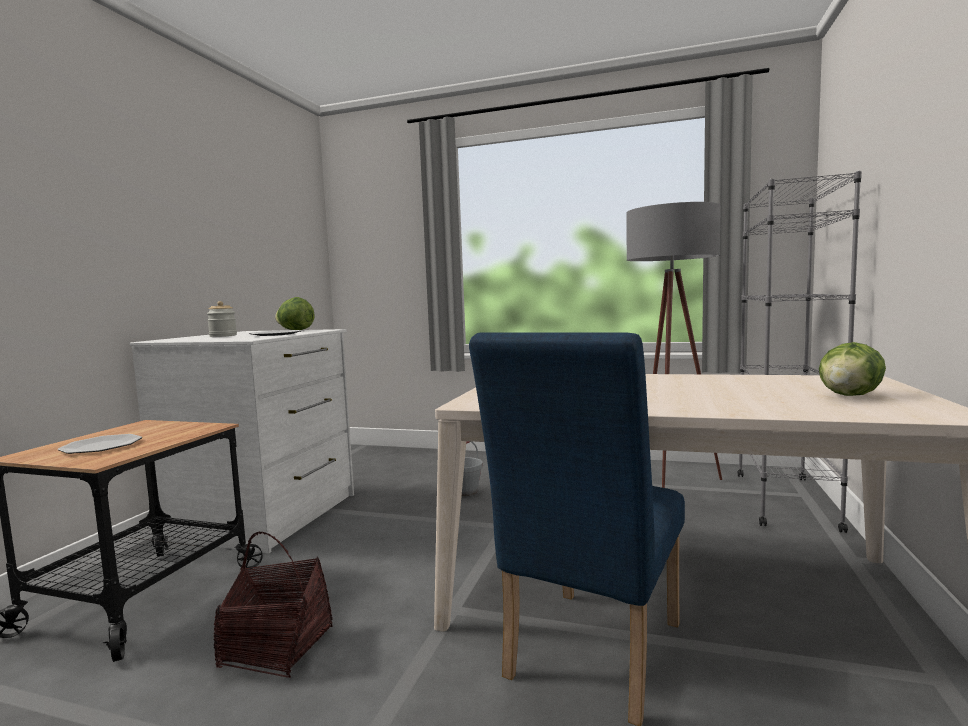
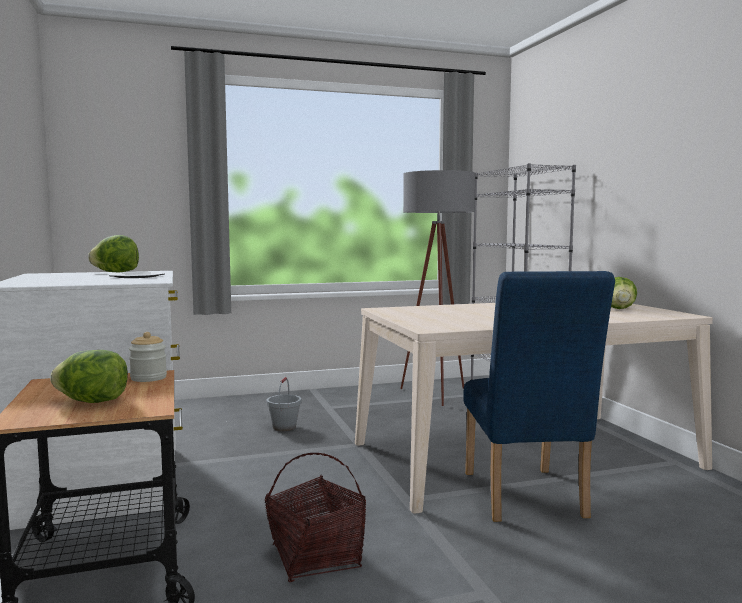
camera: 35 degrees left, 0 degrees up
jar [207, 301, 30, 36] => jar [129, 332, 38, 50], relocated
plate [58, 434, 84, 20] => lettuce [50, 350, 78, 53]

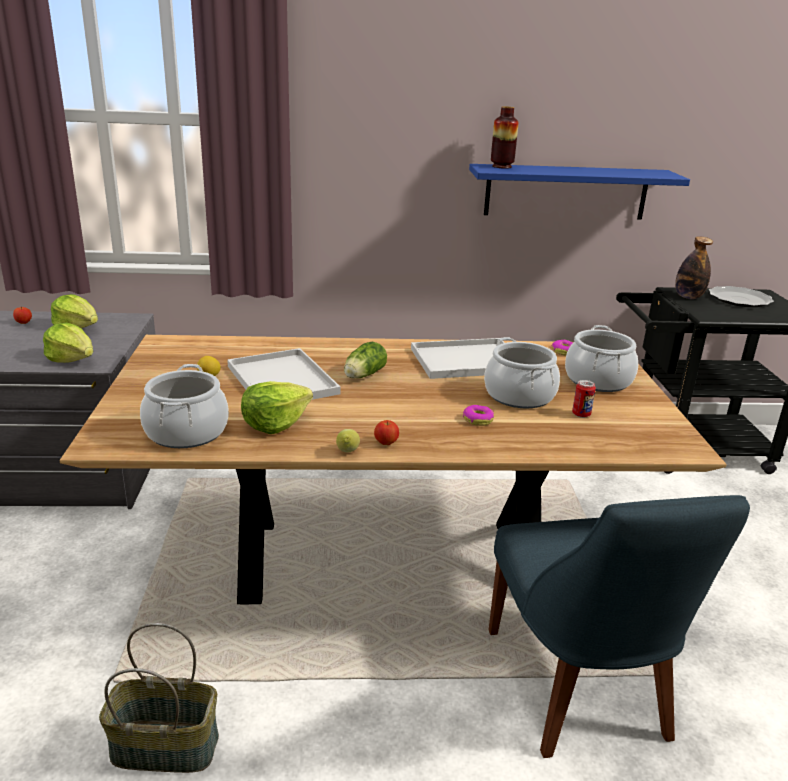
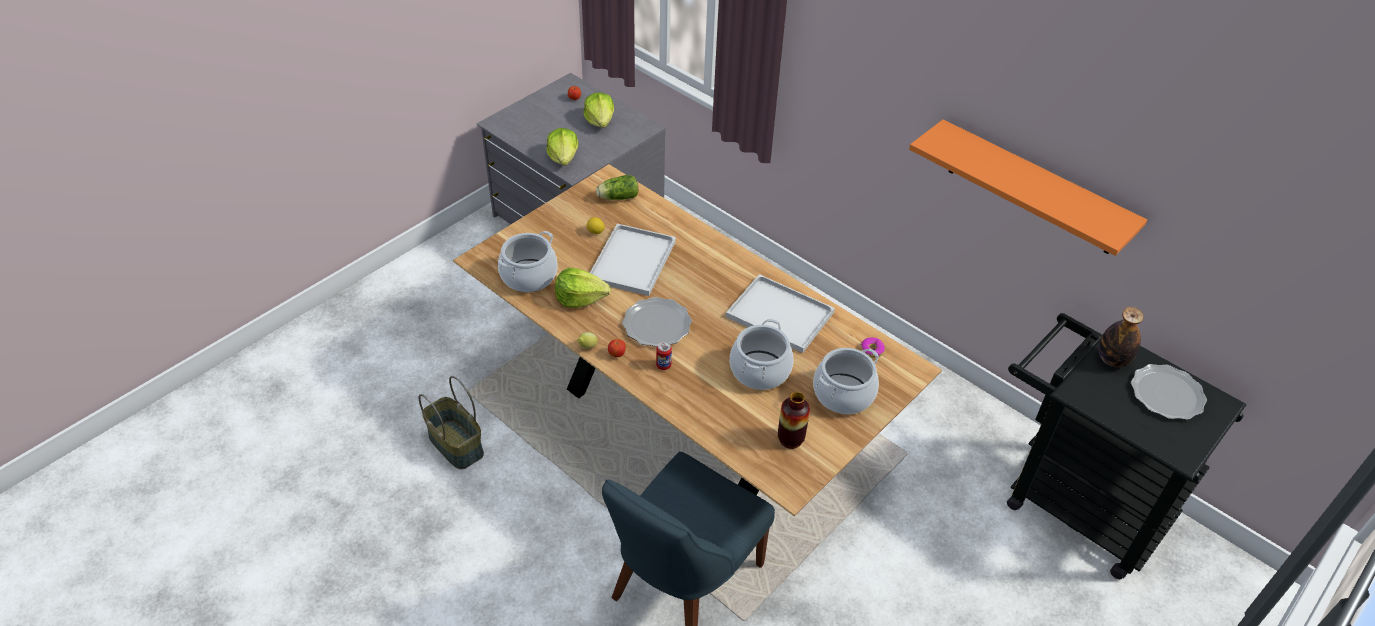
camera: 45 degrees right, 20 degrees up
donut [463, 405, 31, 21] => nothing
nothing => plate [622, 297, 70, 50]
lettuce [344, 342, 43, 36] => lettuce [596, 175, 42, 25], relocated
vase [491, 106, 28, 63] => vase [778, 392, 32, 57], relocated
can [572, 380, 24, 38] => can [656, 342, 16, 28], relocated
shelf (blue) [469, 164, 221, 56] => shelf (orange) [909, 119, 238, 137]

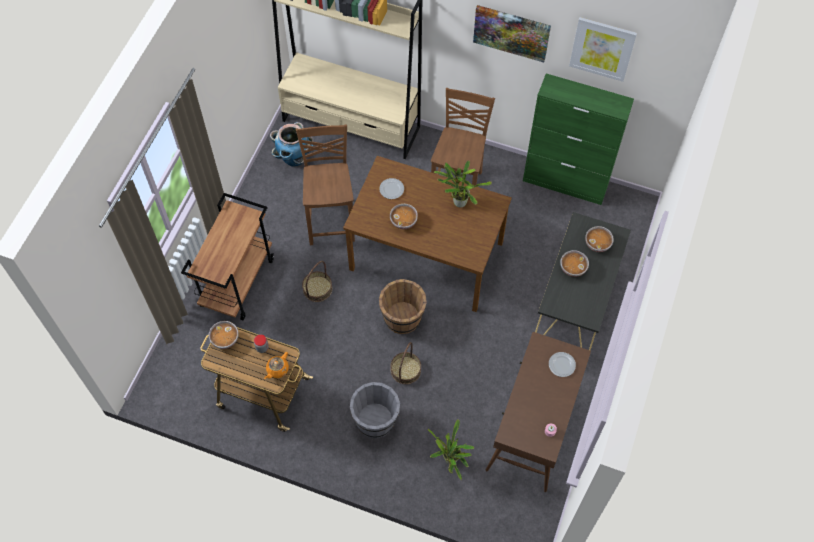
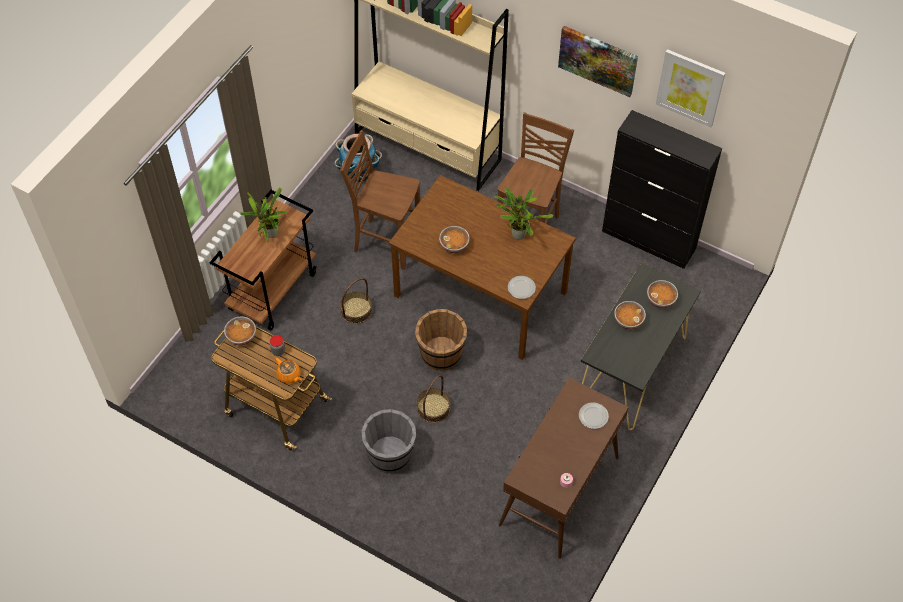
camera: 10 degrees right, 5 degrees down
plate [379, 178, 25, 21] => plate [508, 276, 28, 23], relocated
potted plant [427, 419, 47, 62] => potted plant [240, 188, 48, 54], relocated
cabinet (green) [523, 73, 111, 132] => cabinet (black) [602, 110, 120, 159]
teapot (orange) [264, 352, 25, 27] => teapot (orange) [275, 358, 27, 25], 90 degrees counterclockwise
chair (brown) [296, 124, 59, 121] => chair (brown) [340, 130, 80, 140], 75 degrees counterclockwise

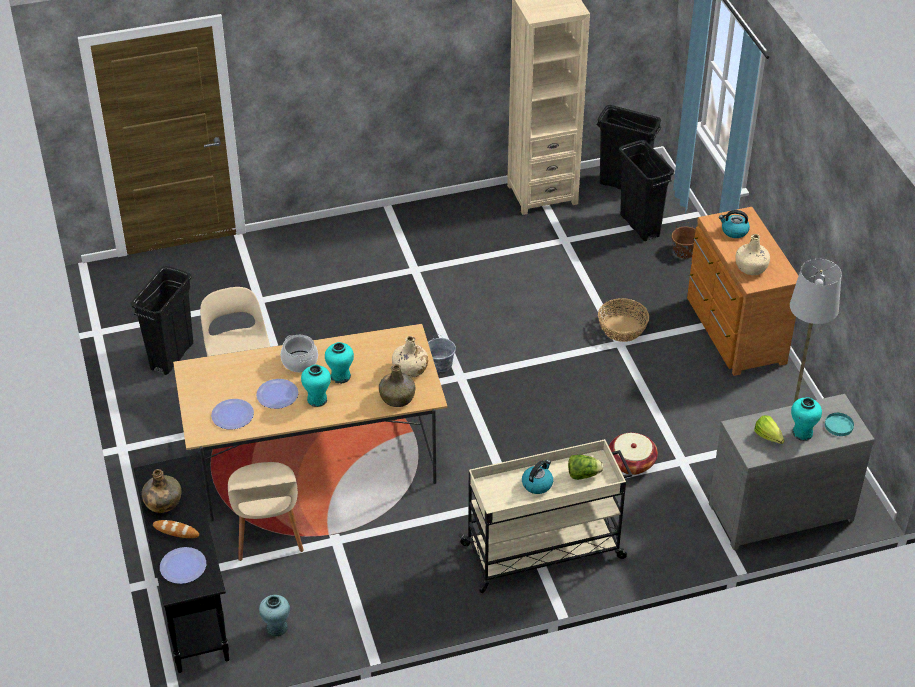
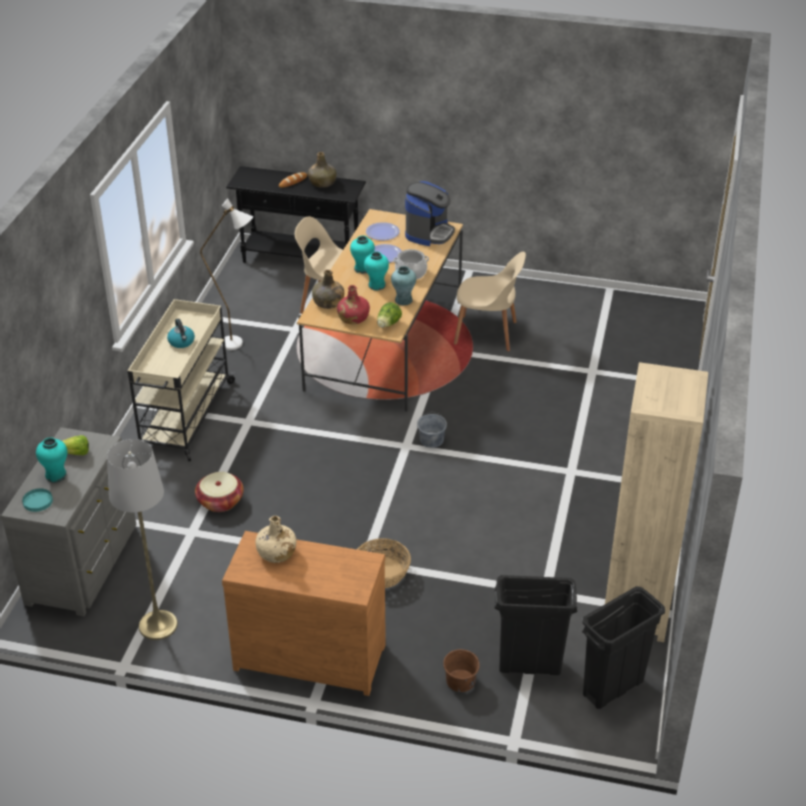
camera: 120 degrees right, 5 degrees down
trash can (black) [130, 266, 63, 109] => nothing
plate [160, 547, 46, 37] => nothing
kettle [719, 210, 31, 28] => nothing
nothing => floor lamp (white) [200, 198, 53, 152]
nothing => coffee machine [405, 181, 50, 65]
vase (turquoise) [259, 595, 31, 41] => vase (turquoise) [391, 266, 25, 40], relocated
lettuce [568, 455, 35, 25] => lettuce [377, 302, 25, 26], relocated
bottle (beige) [392, 336, 36, 42] => bottle (red) [337, 285, 33, 39]

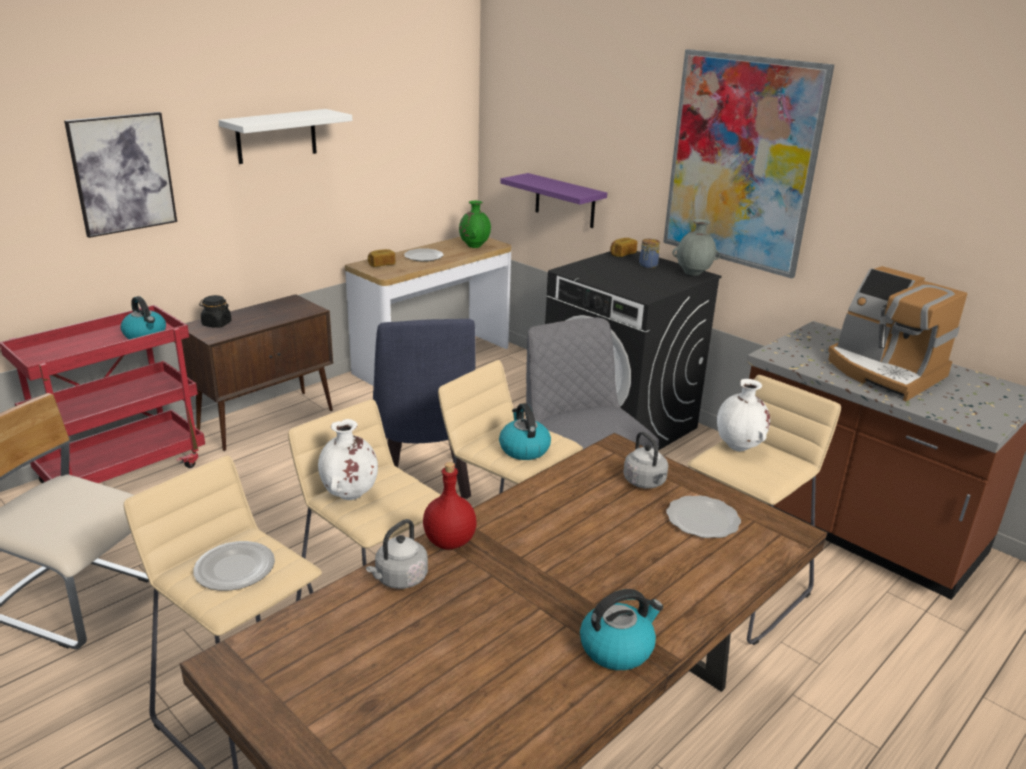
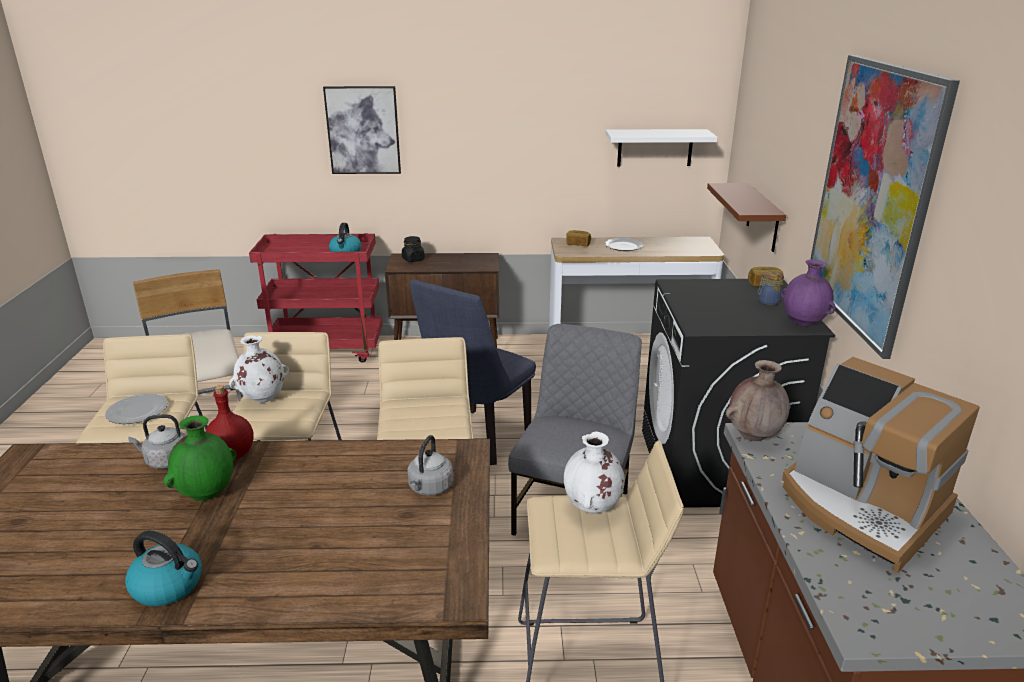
camera: 45 degrees right, 0 degrees up
kettle [499, 403, 52, 57] => nothing
plate [666, 495, 75, 43] => nothing
nothing => vase (brown) [725, 360, 66, 81]
shelf (white) [218, 109, 134, 55] => shelf (white) [606, 129, 112, 37], relocated
vase (green) [459, 201, 32, 47] => vase (green) [163, 415, 74, 86], relocated
shelf (purple) [500, 173, 107, 55] => shelf (brown) [707, 183, 79, 69]
vase (grey) [672, 219, 48, 57] => vase (purple) [781, 260, 55, 67]
coffee machine [828, 266, 139, 135] => coffee machine [782, 357, 198, 216], 45 degrees counterclockwise

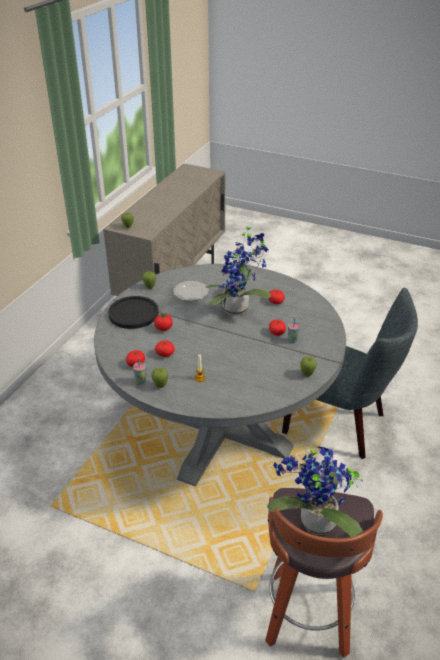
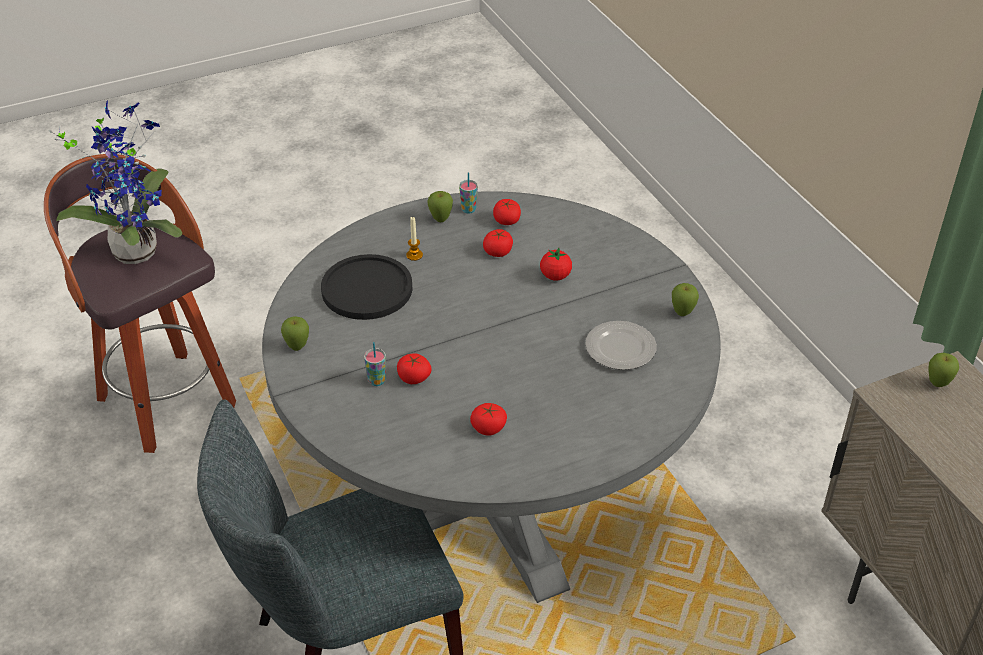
camera: 130 degrees right, 5 degrees up
potted plant [206, 223, 65, 93] => nothing
plate (black) [108, 296, 51, 33] => plate (black) [321, 254, 92, 66], relocated

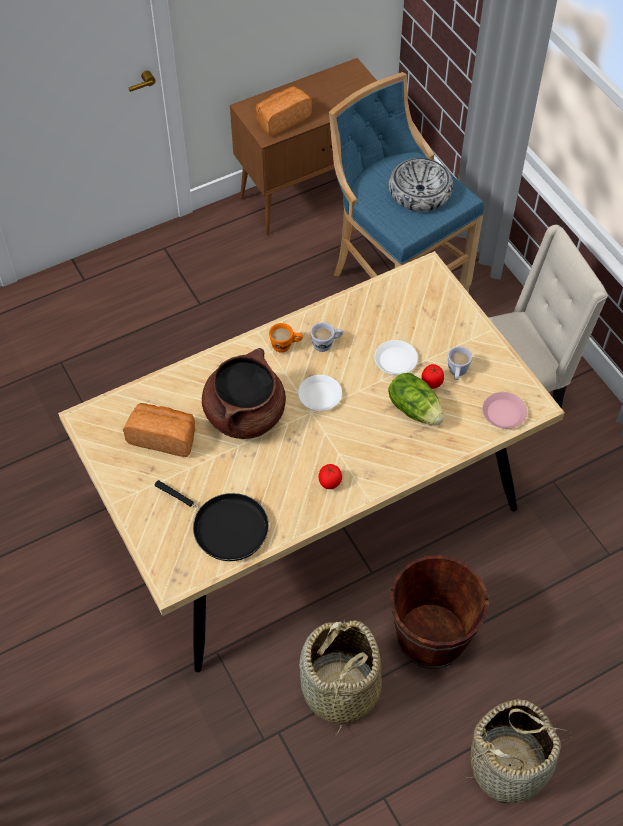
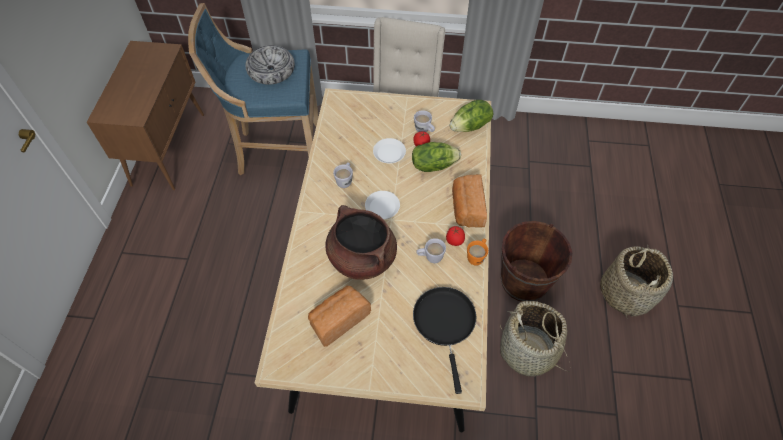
camera: 55 degrees left, 0 degrees up
nothing => mug (white) [416, 238, 30, 25]
bread [256, 86, 56, 51] => bread [452, 174, 35, 54], relocated
mug (orange) [269, 323, 34, 30] => mug (orange) [467, 239, 21, 27], relocated
plate (pink) [482, 392, 45, 37] => lettuce [450, 100, 43, 32]
frying pan (black) [154, 480, 115, 81] => frying pan (black) [413, 287, 63, 107], 75 degrees counterclockwise

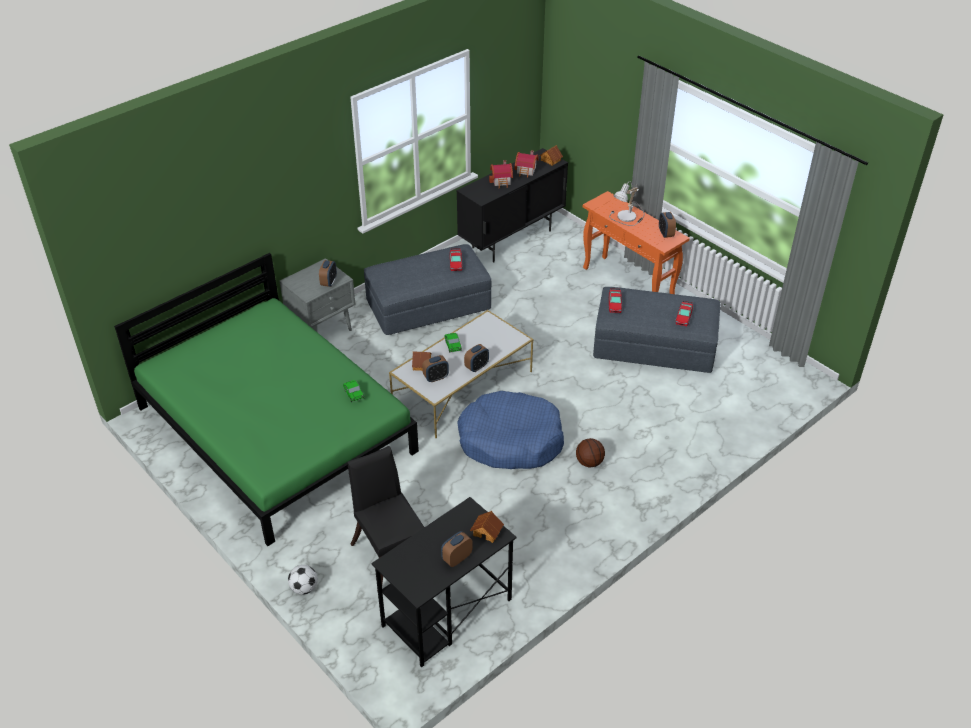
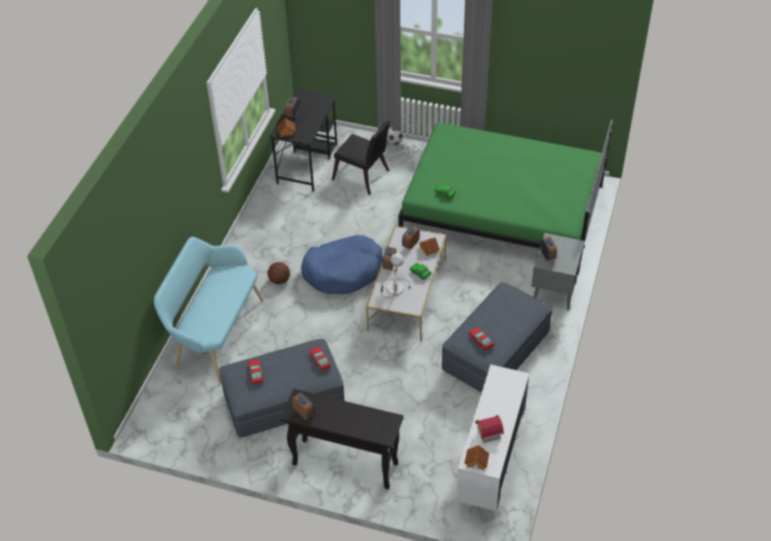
camera: 150 degrees right, 5 degrees up
toy house [489, 160, 24, 28] => nothing
nothing => bench (turquoise) [154, 237, 109, 146]
table lamp [609, 182, 36, 44] => table lamp [381, 253, 30, 45], relocated
cabinet (black) [456, 148, 112, 114] => cabinet (white) [456, 364, 74, 147]
console table (orange) [583, 191, 107, 103] => console table (black) [280, 389, 124, 100]

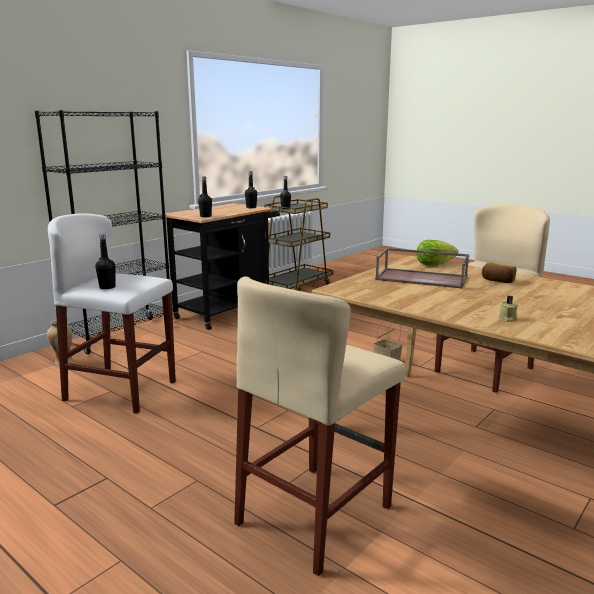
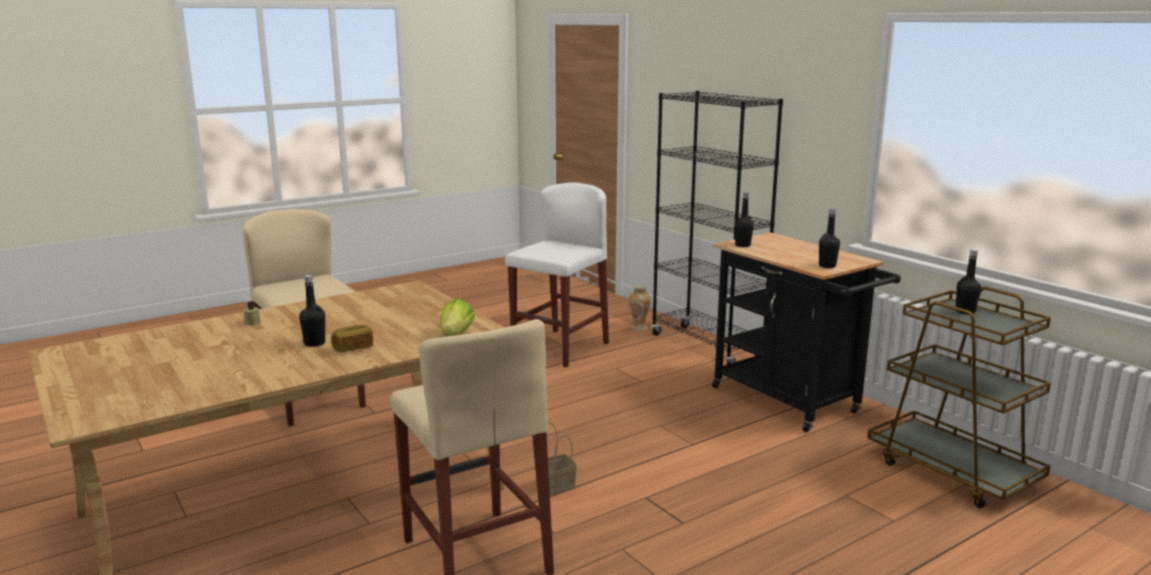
camera: 105 degrees right, 0 degrees up
tray (brown) [375, 248, 94, 41] => nothing
bottle (black) [96, 234, 20, 55] => bottle (black) [299, 275, 26, 72], relocated

